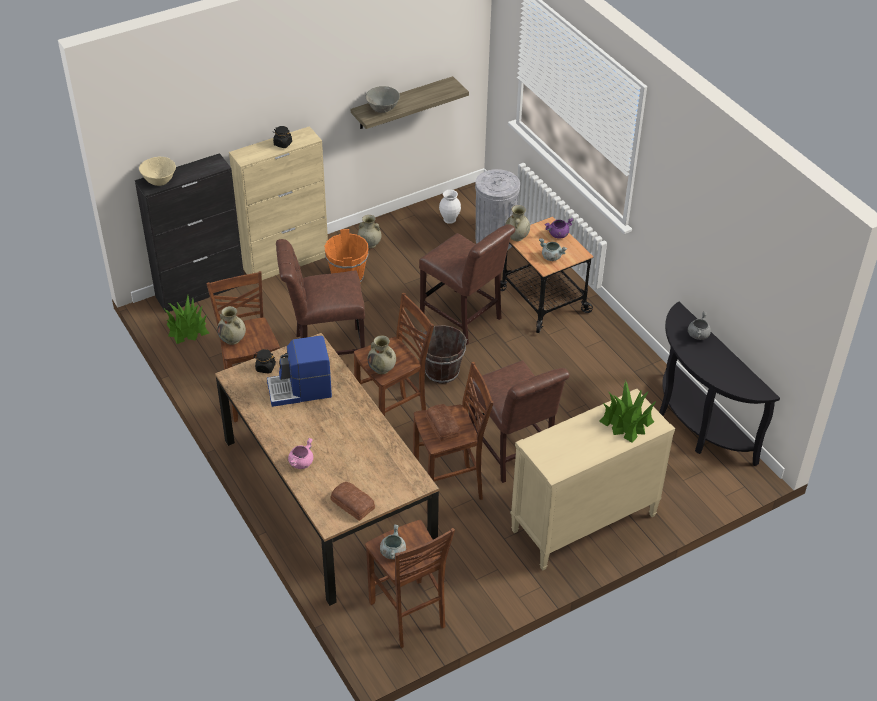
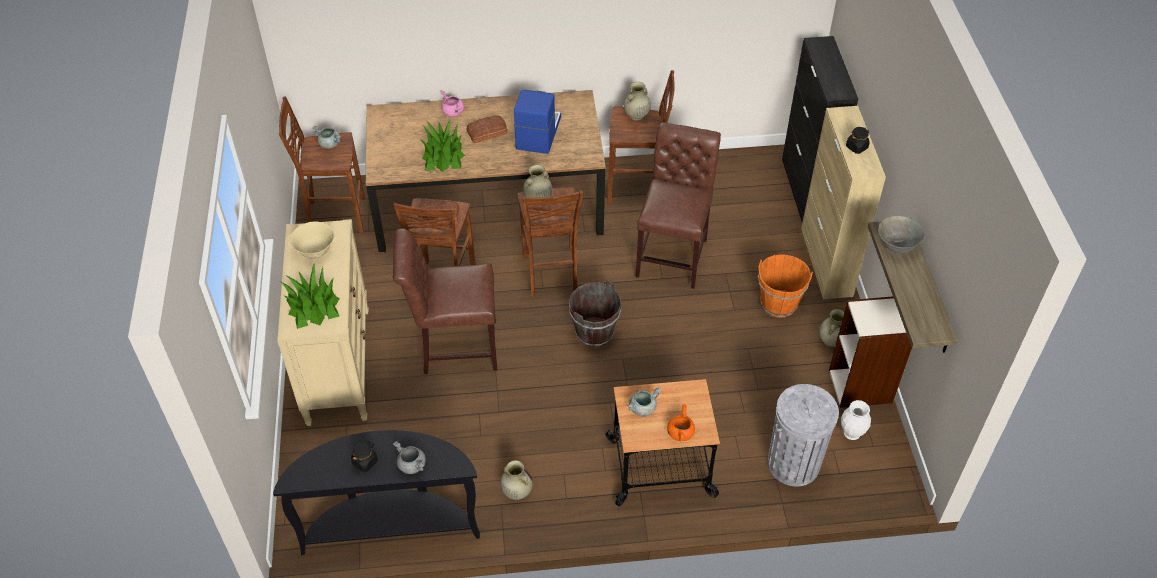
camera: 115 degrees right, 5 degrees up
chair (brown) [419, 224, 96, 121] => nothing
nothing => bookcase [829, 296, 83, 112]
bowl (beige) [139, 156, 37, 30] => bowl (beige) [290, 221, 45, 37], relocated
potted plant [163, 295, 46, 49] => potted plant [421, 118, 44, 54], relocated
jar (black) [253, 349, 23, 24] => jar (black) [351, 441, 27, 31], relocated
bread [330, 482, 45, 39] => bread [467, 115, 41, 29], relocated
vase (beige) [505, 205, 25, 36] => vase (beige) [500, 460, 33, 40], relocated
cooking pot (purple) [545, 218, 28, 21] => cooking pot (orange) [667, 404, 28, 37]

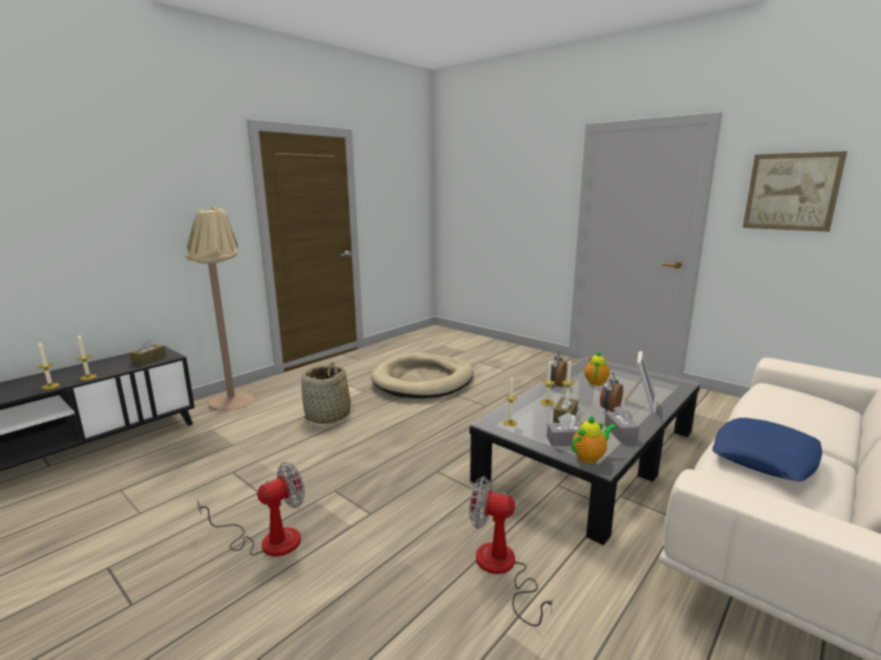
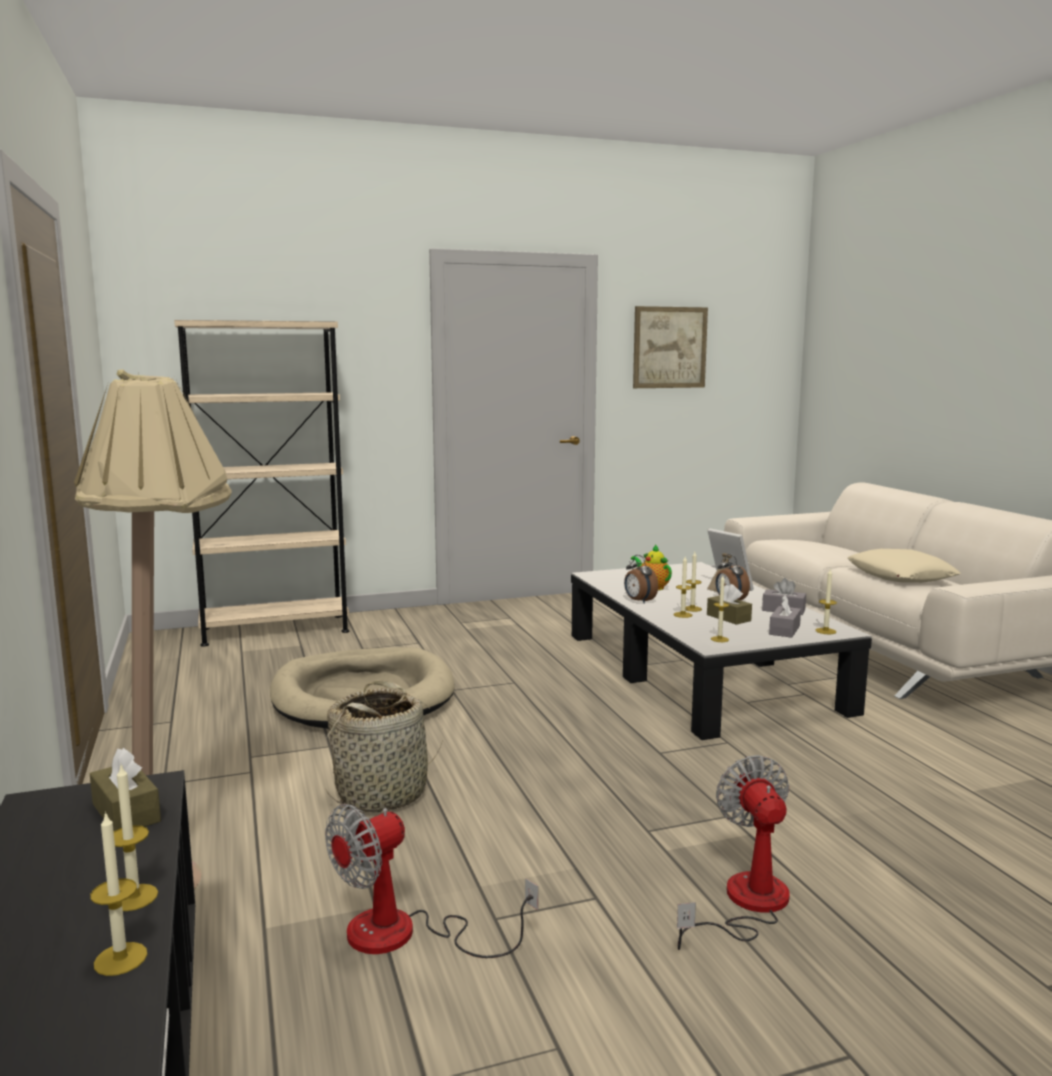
camera: 60 degrees left, 5 degrees down
nothing => bookcase (beige) [174, 320, 175, 327]
fan [469, 477, 84, 150] => fan [325, 804, 213, 154], relocated
teapot [571, 415, 45, 49] => candle [815, 569, 22, 65]
pillow (blue) [712, 418, 110, 64] => pillow (beige) [847, 549, 114, 34]

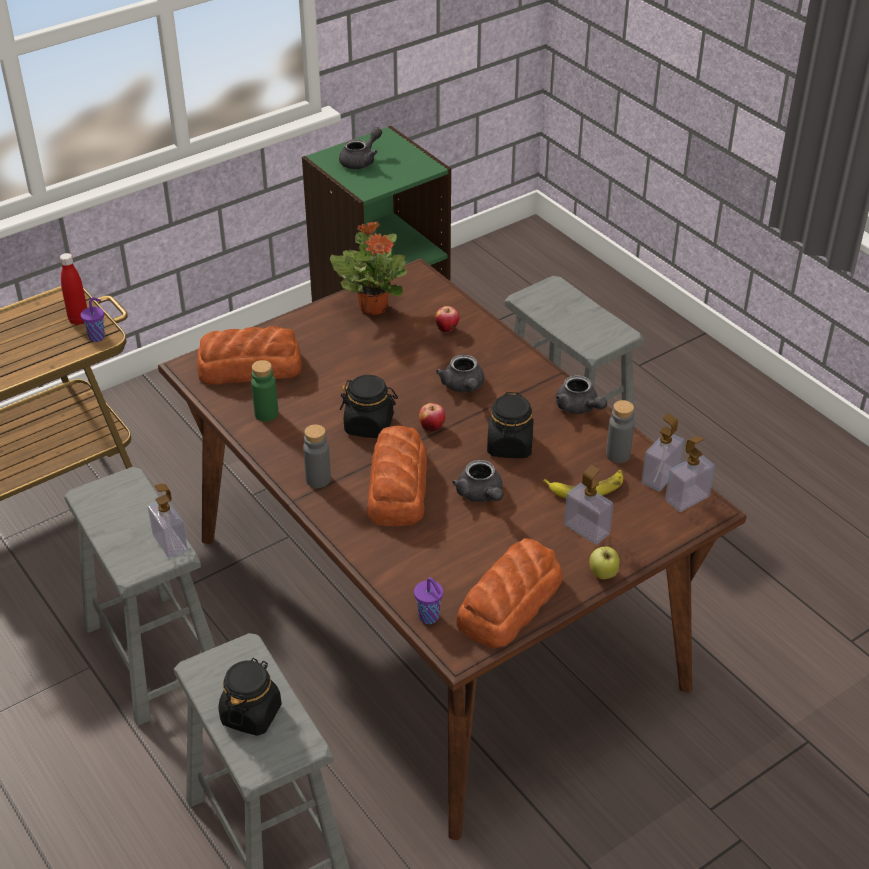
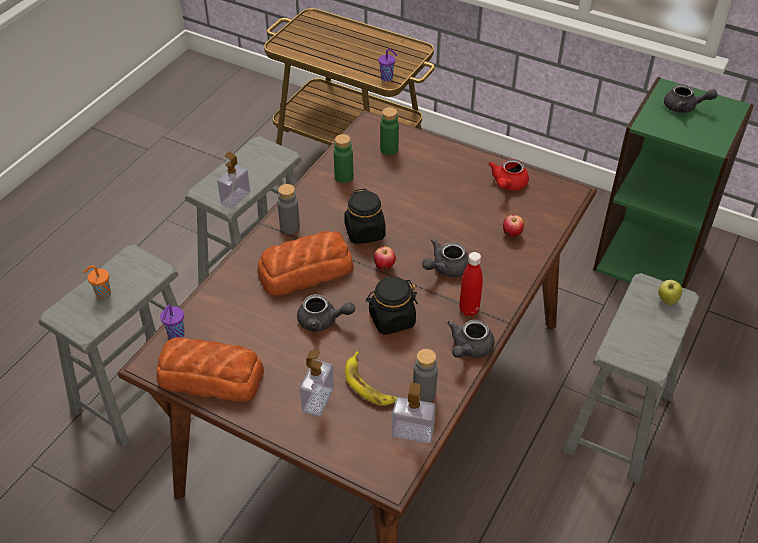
camera: 65 degrees right, 5 degrees up
soap dispenser [665, 436, 50, 76] => nothing
bottle (red) [60, 253, 27, 72] => bottle (red) [459, 252, 24, 64], relocated
apple [589, 547, 31, 32] => apple [658, 280, 24, 25], relocated
bread [197, 326, 105, 58] => bottle (green) [380, 107, 19, 48]
jar (black) [218, 658, 64, 78] => cup (orange) [84, 265, 27, 35]
potted plant [330, 221, 77, 94] => teapot (red) [488, 159, 41, 32]
teapot (grey) [452, 460, 52, 42] => teapot (grey) [297, 294, 58, 38], 120 degrees counterclockwise

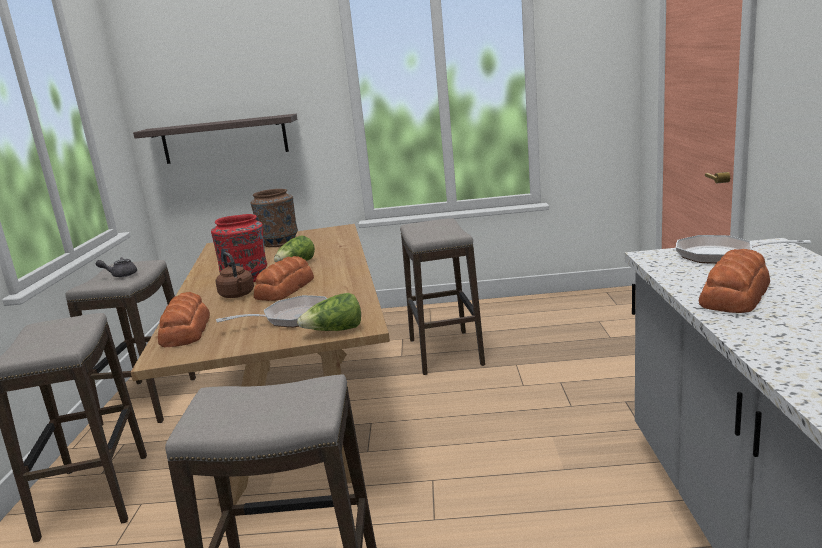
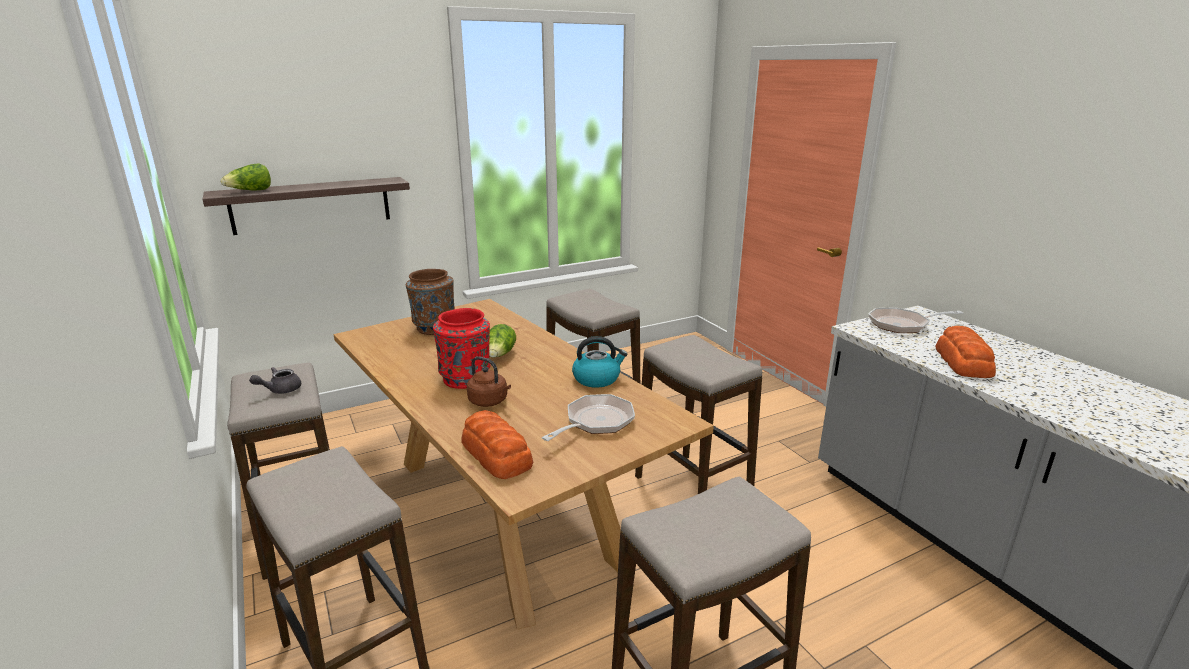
camera: 30 degrees left, 5 degrees up
bread [254, 256, 60, 45] => nothing
nothing => kettle [572, 336, 56, 52]
nothing => stool [635, 335, 127, 159]
lettuce [297, 293, 64, 38] => lettuce [220, 163, 51, 28], relocated

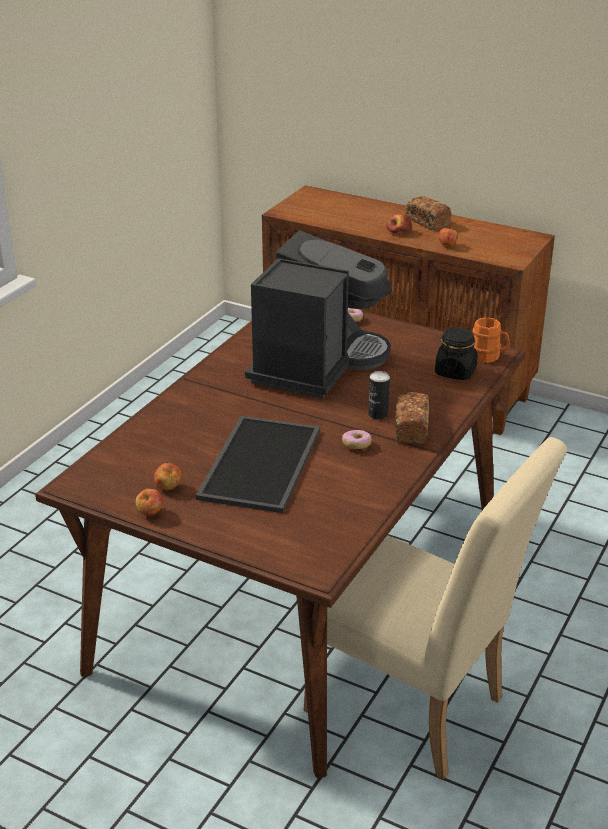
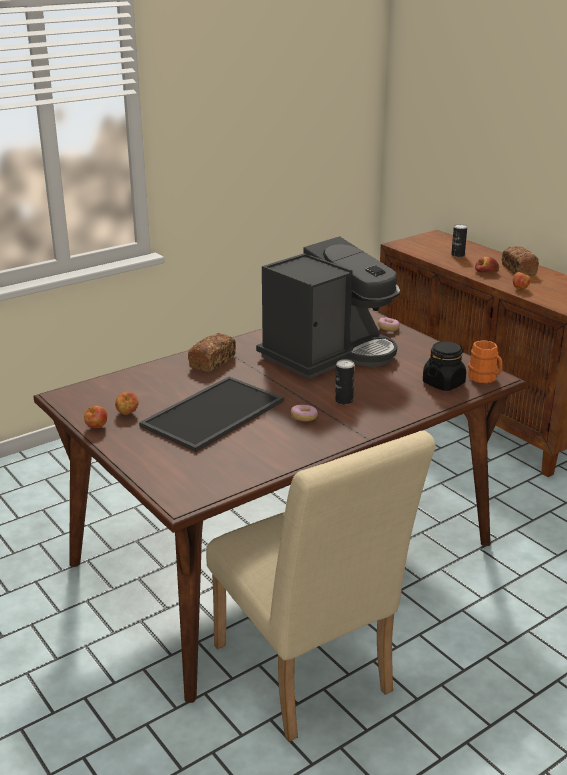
camera: 25 degrees right, 5 degrees down
nothing => can [451, 224, 16, 33]
bread [395, 392, 34, 52] => bread [188, 333, 48, 40], relocated

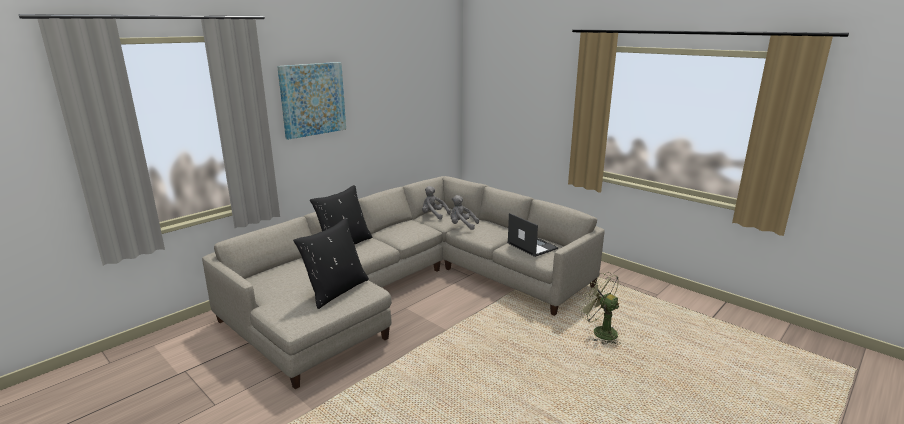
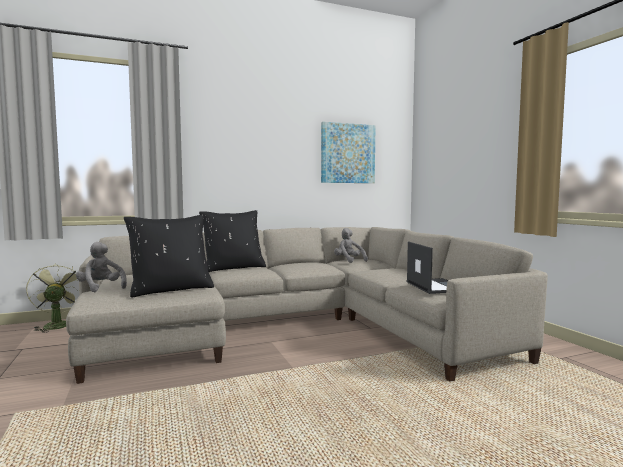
camera: 25 degrees right, 15 degrees down
picture [277, 62, 69, 78] => picture [321, 122, 55, 61], relocated
plush toy (grey) [451, 195, 28, 35] => plush toy (grey) [76, 242, 51, 50], relocated
fan (green) [579, 272, 42, 73] => fan (green) [26, 263, 53, 70], relocated

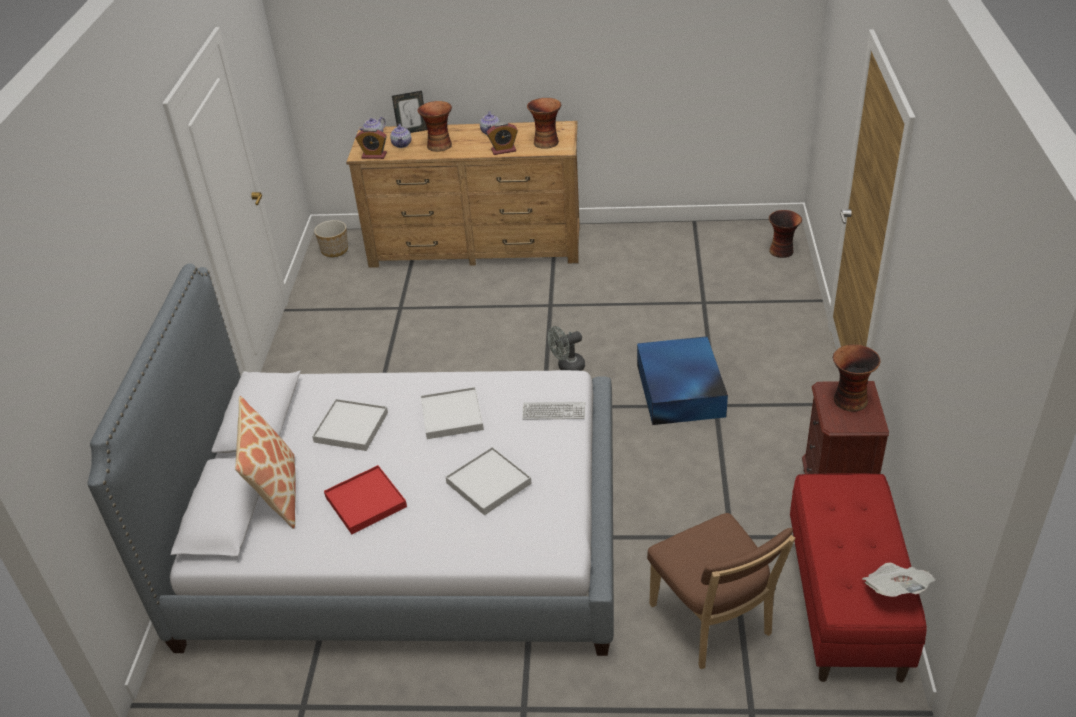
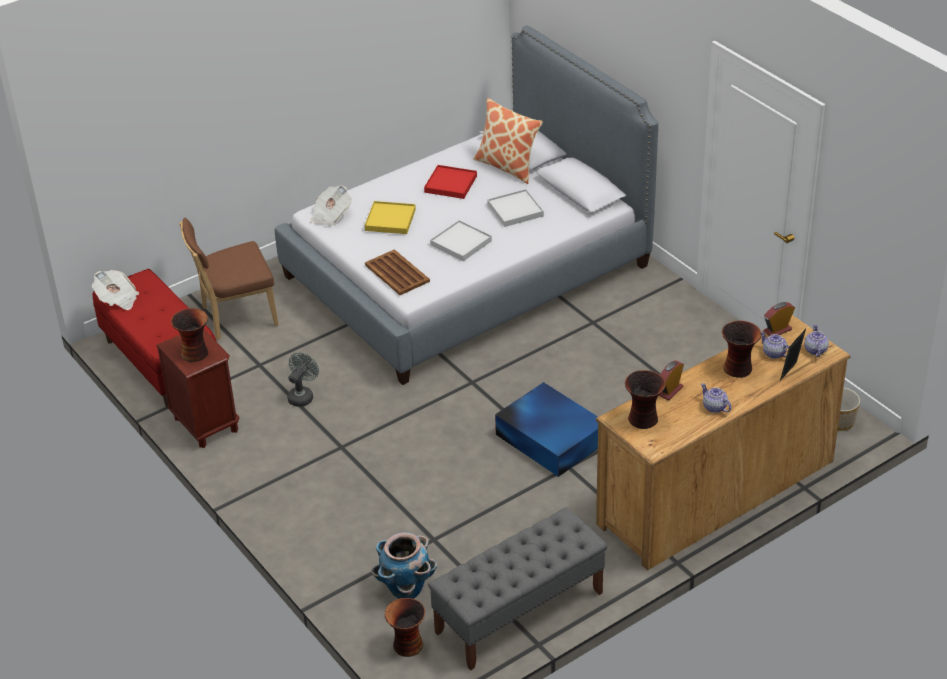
camera: 140 degrees right, 0 degrees up
nothing => newspaper [310, 185, 42, 41]
nothing => planter [371, 532, 66, 67]
nothing => bench (grey) [428, 507, 180, 163]
fan (grey) [548, 326, 37, 45] => fan (grey) [287, 352, 32, 55], relocated
storage box (blue) [637, 336, 91, 89] => storage box (blue) [495, 382, 103, 95], relocated
keyboard [522, 402, 63, 18] => tray (brown) [365, 249, 65, 46]
tray (white) [445, 447, 87, 68] => tray (yellow) [365, 201, 51, 33]
chair (brown) [647, 513, 148, 156] => chair (brown) [179, 218, 100, 122], 45 degrees counterclockwise

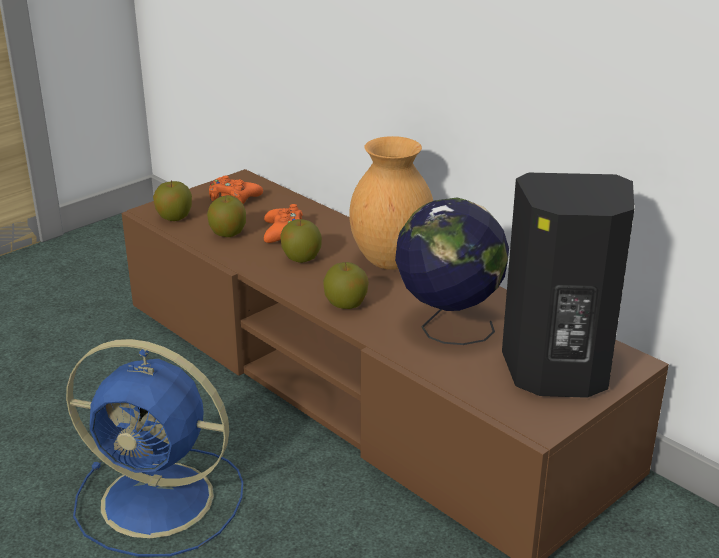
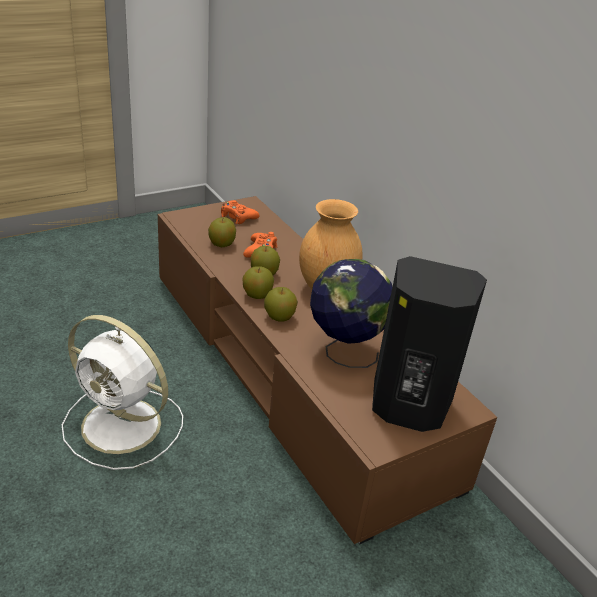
camera: 10 degrees right, 5 degrees up
apple [153, 180, 39, 41] => apple [243, 266, 31, 33], relocated
fan (blue) [66, 339, 177, 218] => fan (white) [62, 315, 121, 155]

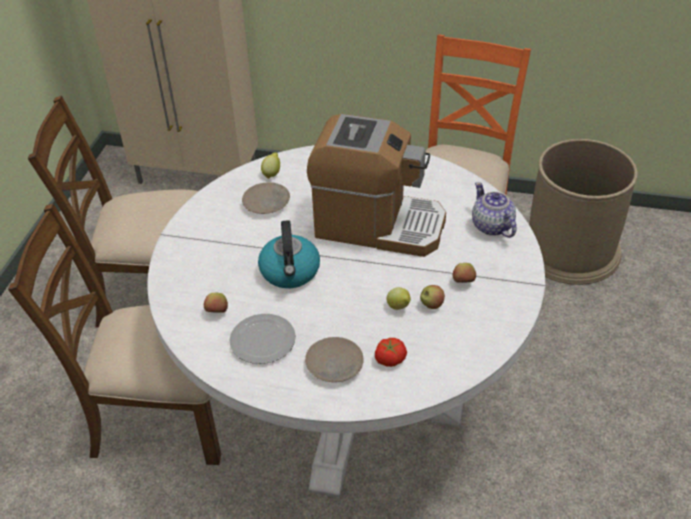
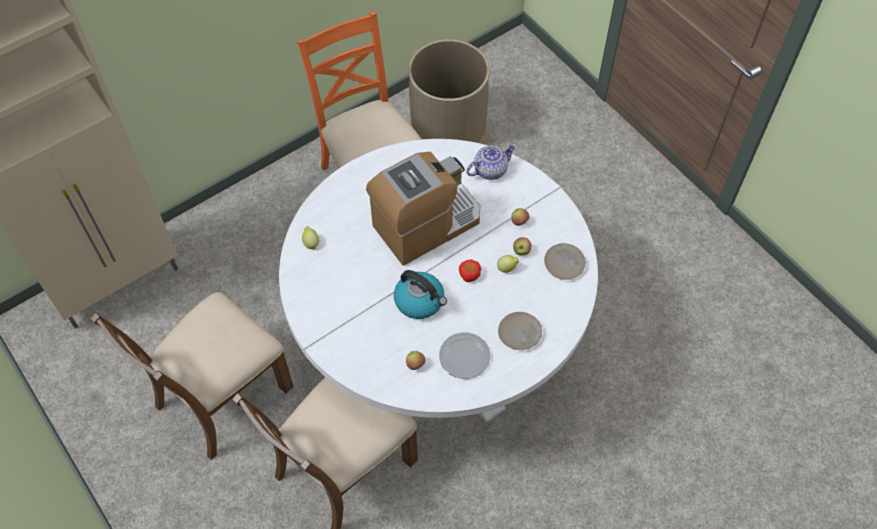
camera: 50 degrees left, 15 degrees up
plate (beige) [242, 182, 48, 32] => plate (beige) [544, 243, 42, 37], relocated
tomato [375, 338, 32, 29] => tomato [459, 259, 22, 23], relocated
teapot [472, 182, 44, 56] => teapot [466, 143, 50, 37], 135 degrees clockwise

